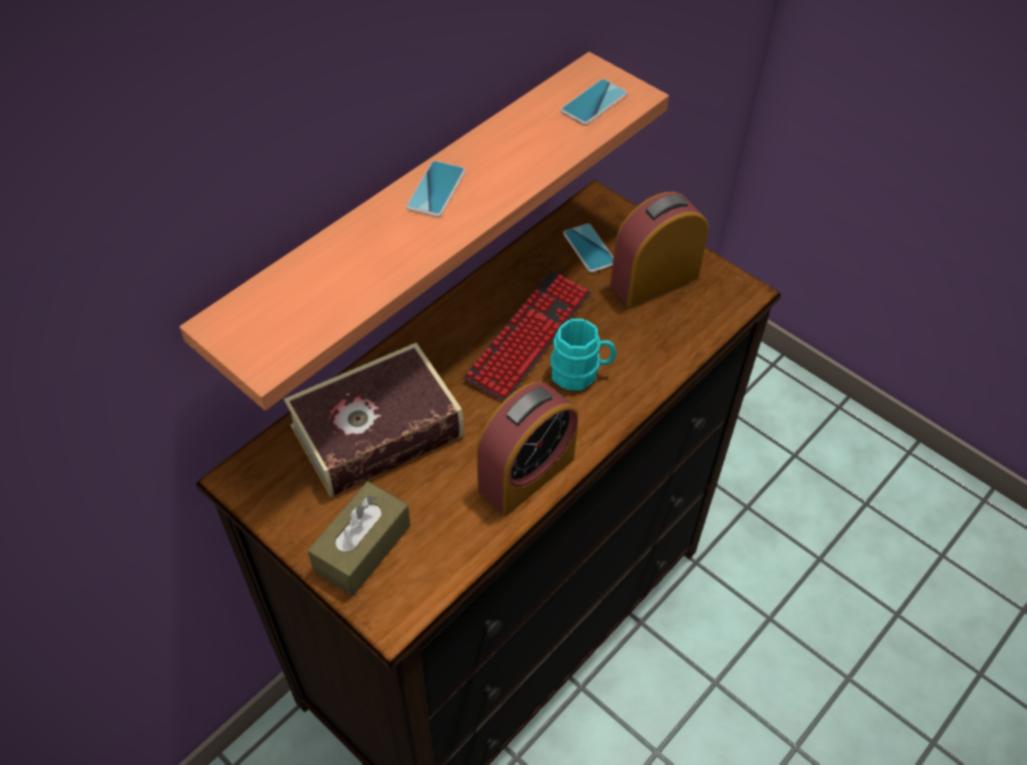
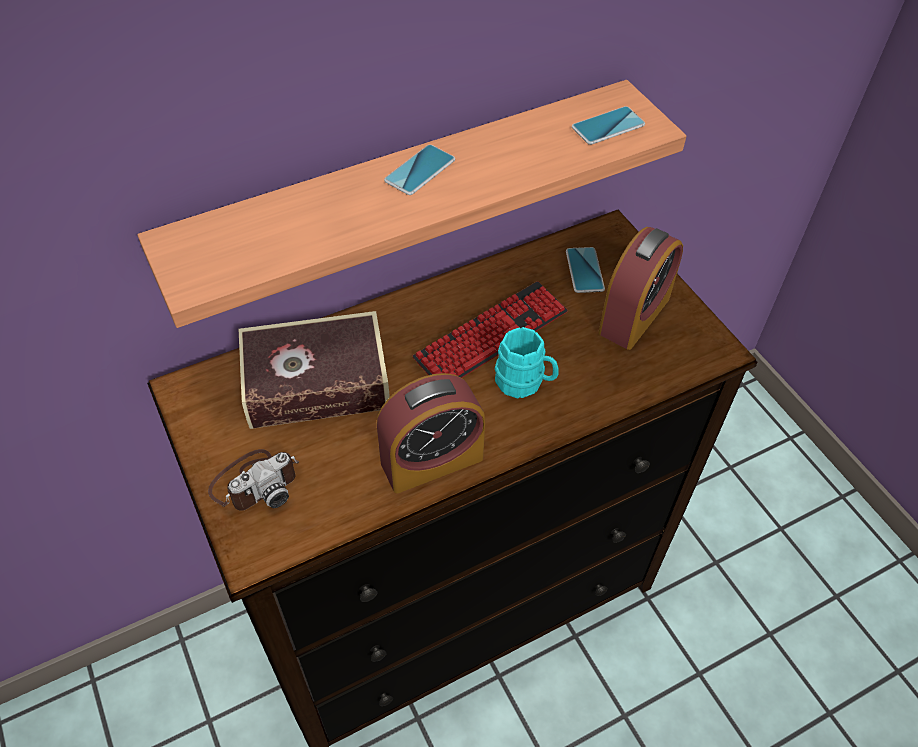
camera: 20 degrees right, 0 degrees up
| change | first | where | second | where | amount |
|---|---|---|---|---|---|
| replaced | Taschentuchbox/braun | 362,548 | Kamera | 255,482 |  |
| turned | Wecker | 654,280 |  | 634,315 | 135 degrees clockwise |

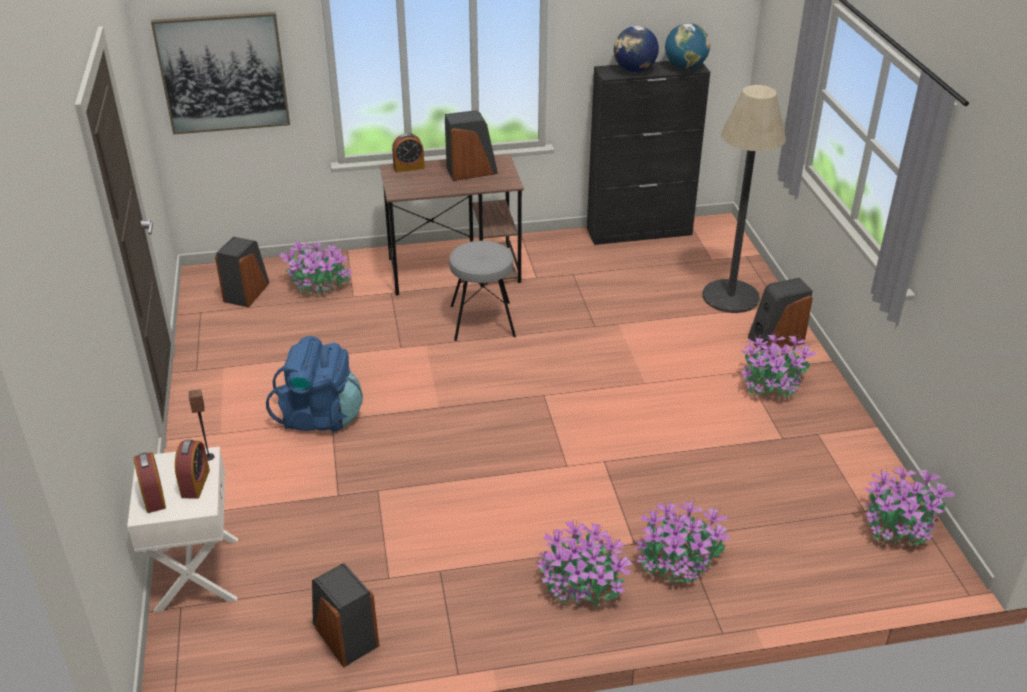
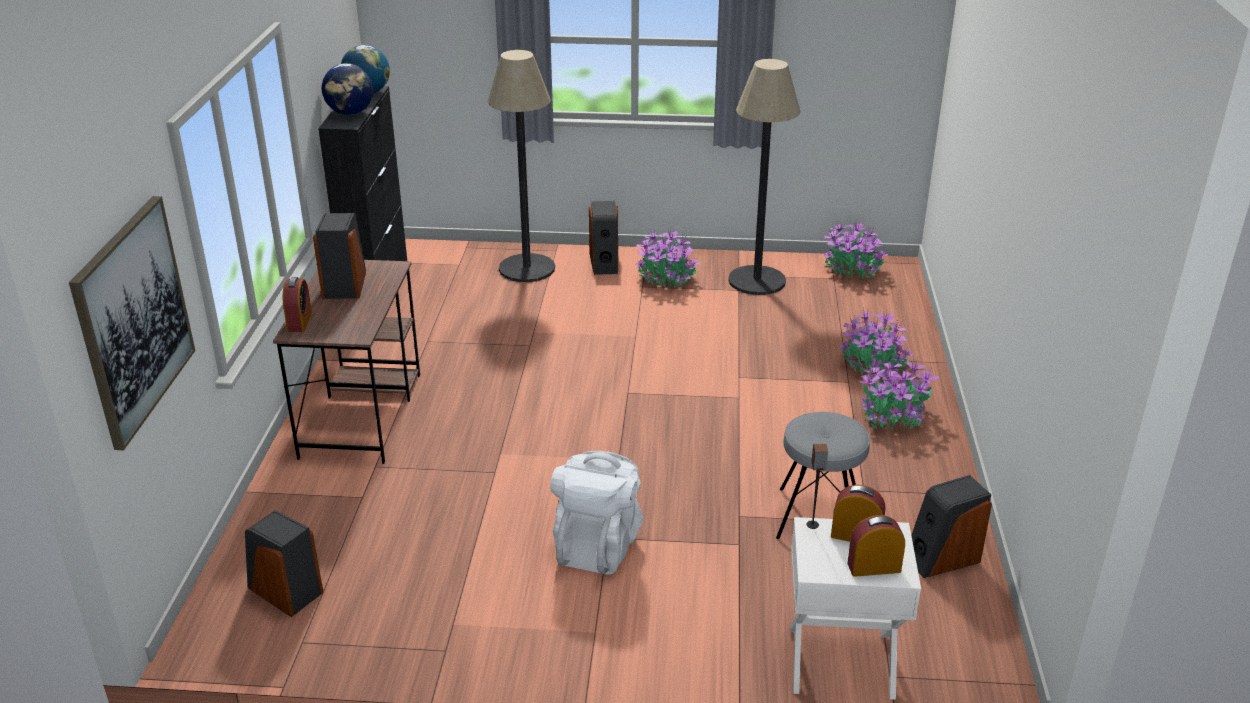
camera: 75 degrees left, 5 degrees down
| change | first | where | second | where | amount |
|---|---|---|---|---|---|
| recoloured | Rucksack/blau | 320,416 | Rucksack/weiß | 597,545 |  |
| removed | Topfpflanze | 319,285 |  |  |  |
| moved | Hocker/grau | 482,321 |  | 818,517 |  |
| added |  |  | Stehlampe | 756,281 |  |

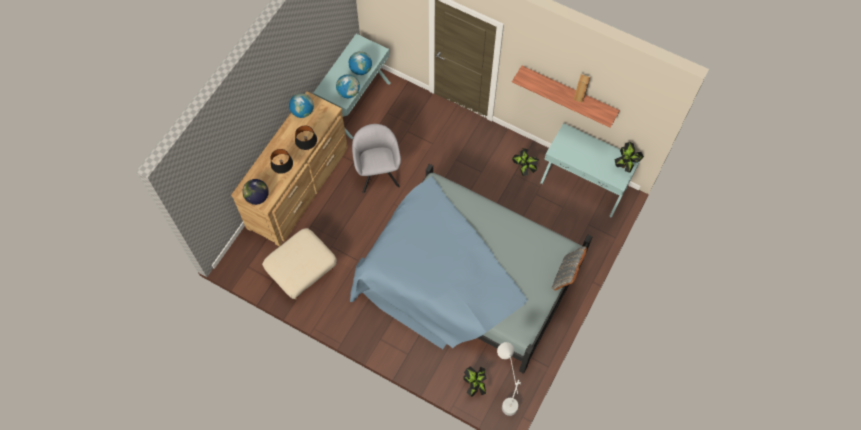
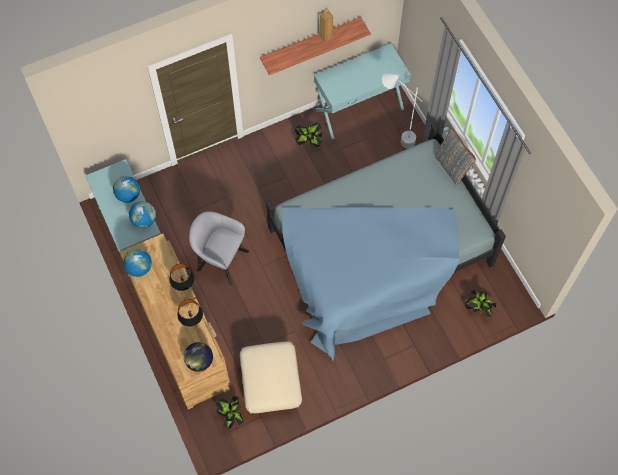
camera: 55 degrees left, 0 degrees up
| change | first | where | second | where | amount |
|---|---|---|---|---|---|
| moved | Stehlampe/weiß | 504,395 |  | 395,139 |  |
| moved | Topfpflanze | 626,164 |  | 231,416 |  |

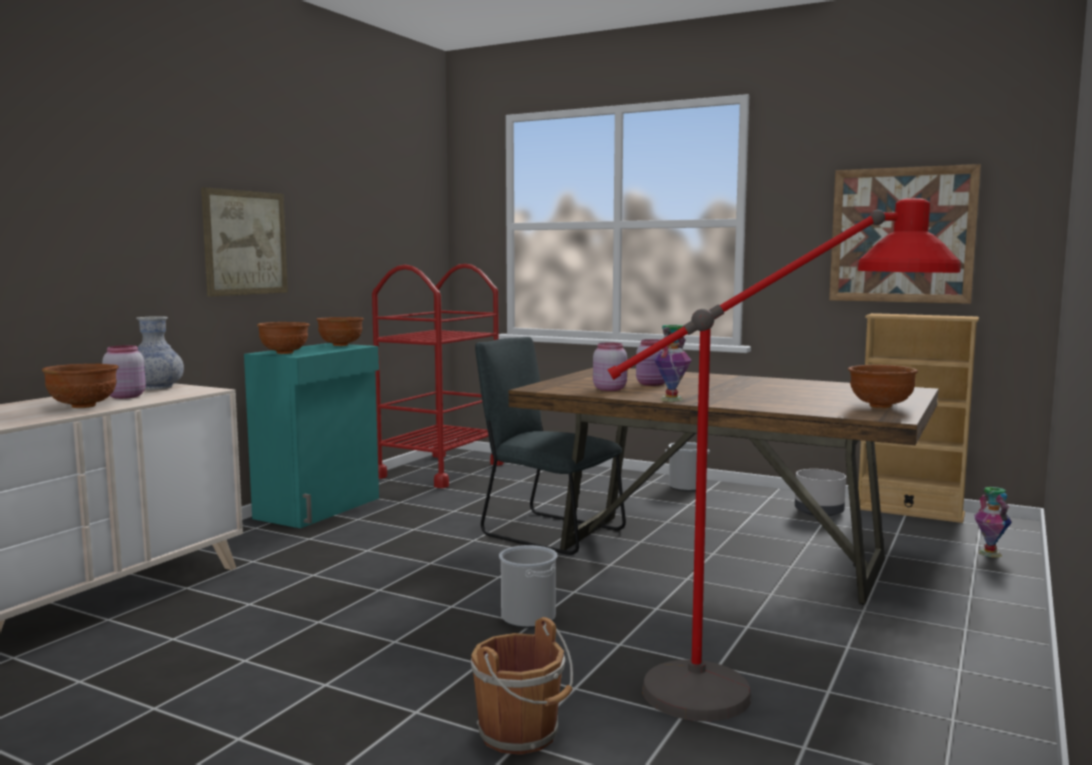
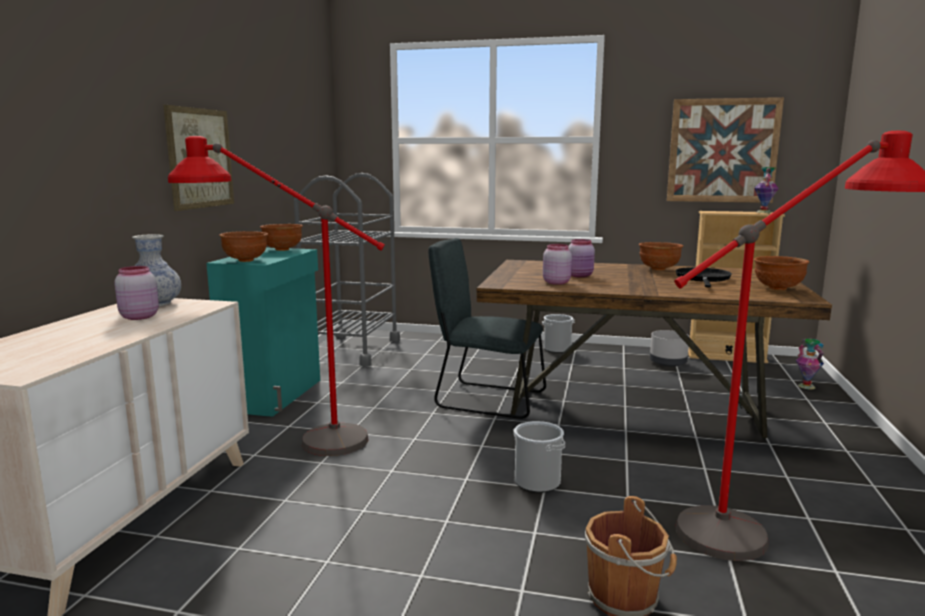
camera: 15 degrees left, 5 degrees up
| change | first | where | second | where | amount |
|---|---|---|---|---|---|
| moved | Schüssel/braun | 84,406 |  | 659,269 |  |
| recoloured | Rollwagen/rot | 439,470 | Rollwagen/grau | 352,349 |  |
| moved | Vase | 671,399 |  | 763,212 |  |
| added |  |  | Stehlampe/rot | 289,439 |  |
| added |  |  | Pfanne/schwarz | 703,279 |  |

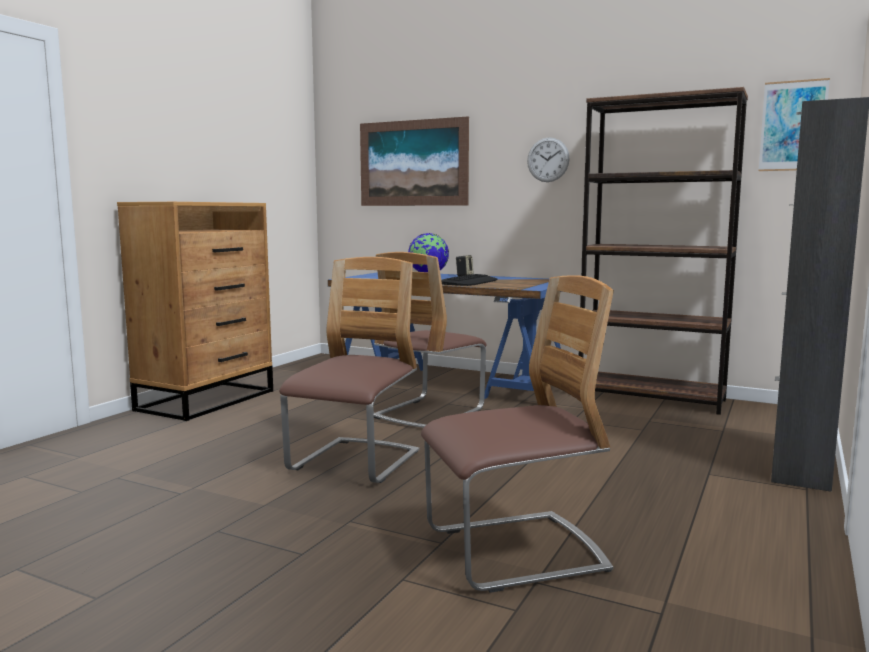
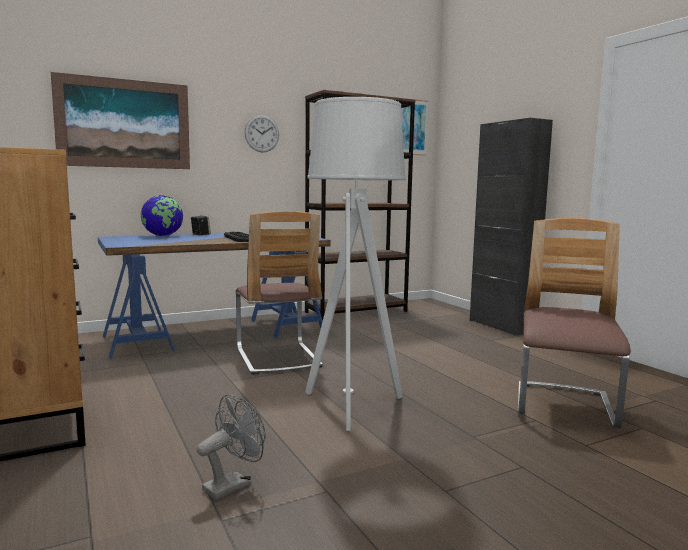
camera: 55 degrees left, 0 degrees up
| change | first | where | second | where | amount |
|---|---|---|---|---|---|
| replaced | Stuhl | 355,463 | Stehlampe/grau | 352,406 |  |
| added |  |  | Ventilator/grau | 233,484 |  |

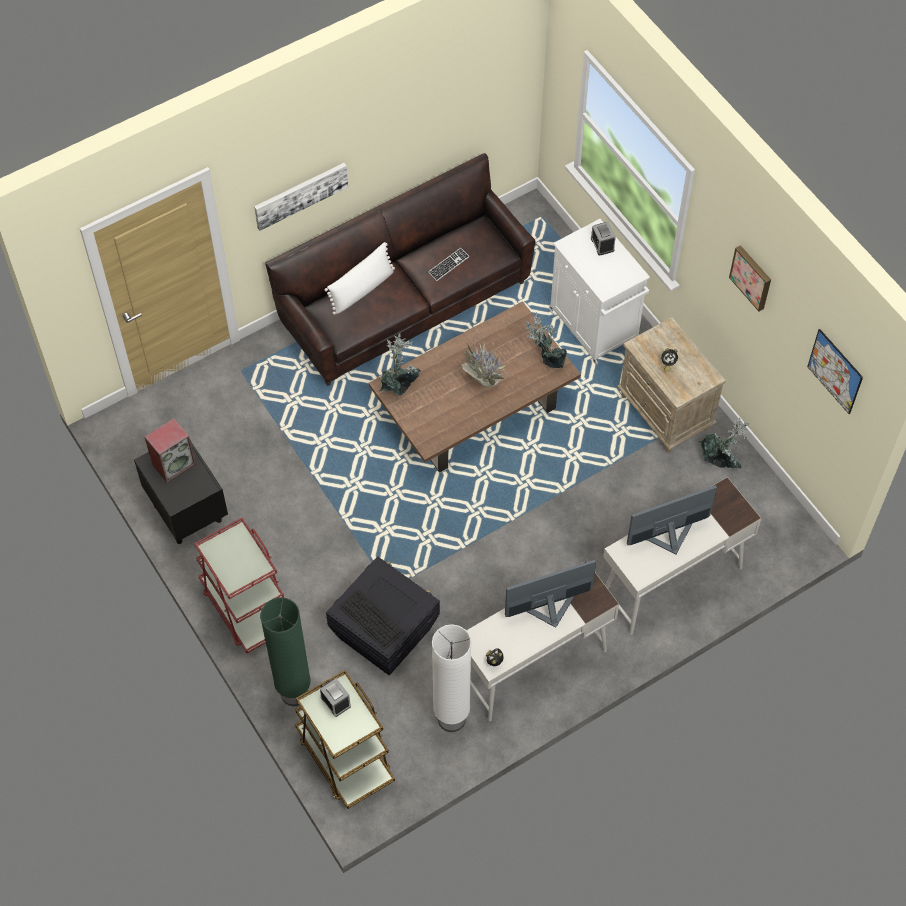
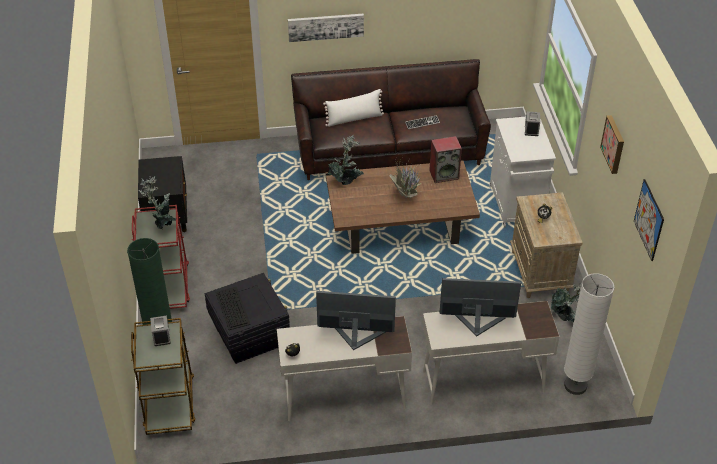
camera: 25 degrees right, 15 degrees down
| change | first | where | second | where | amount |
|---|---|---|---|---|---|
| moved | Lautsprecher | 174,463 |  | 444,174 |  |
| moved | Stehlampe/weiß | 451,719 |  | 575,385 |  |
| moved | Topfpflanze | 545,359 |  | 162,223 |  |

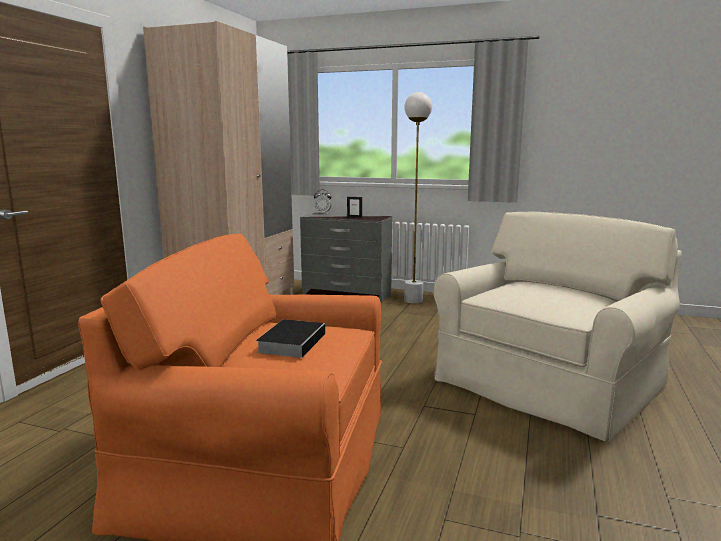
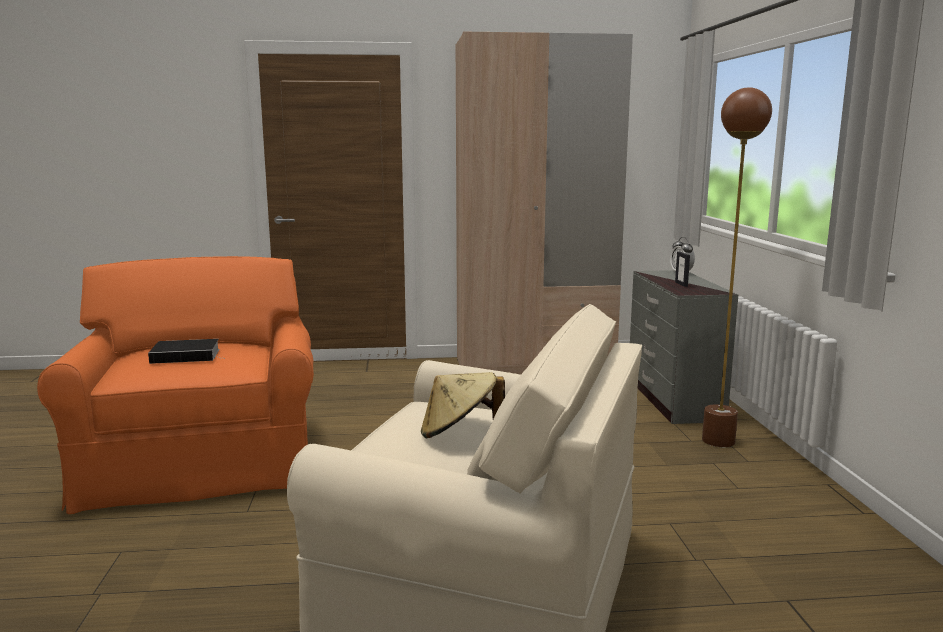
camera: 65 degrees right, 0 degrees up
| change | first | where | second | where | amount |
|---|---|---|---|---|---|
| recoloured | Stehlampe/weiß | 413,300 | Stehlampe/braun | 718,441 |  |
| added |  |  | Hut/beige | 459,432 |  |

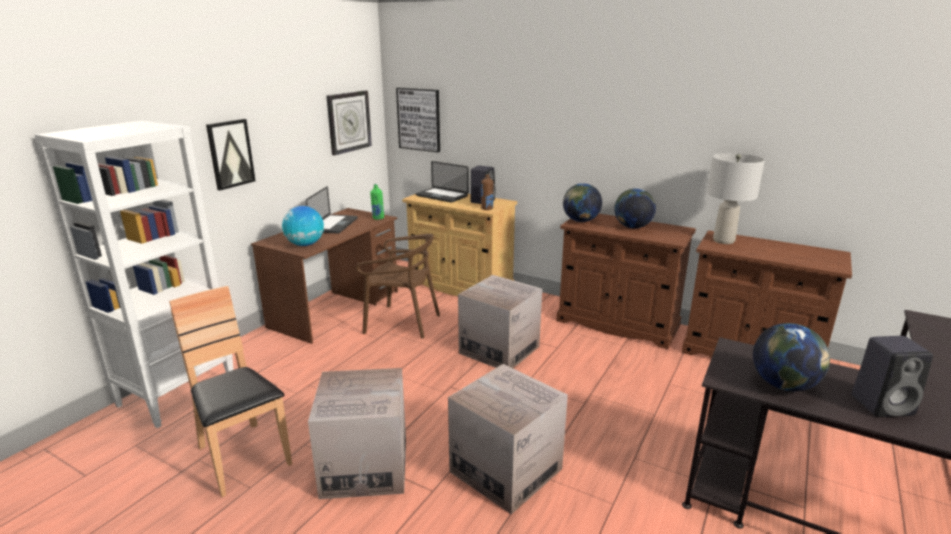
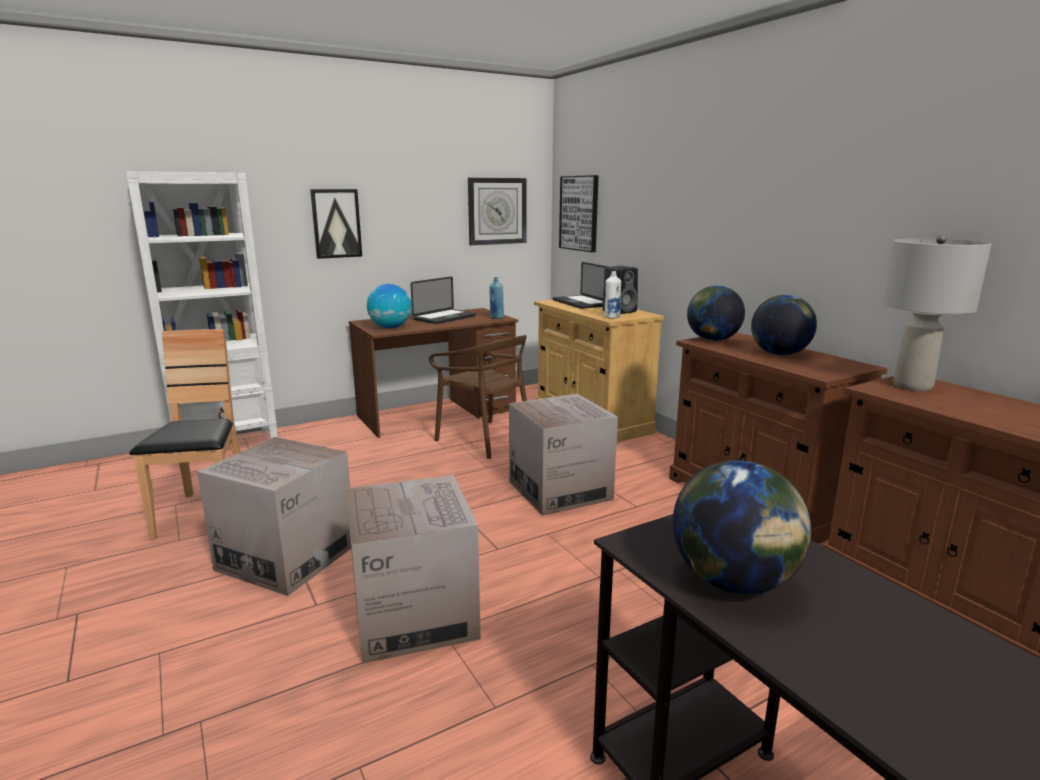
camera: 30 degrees right, 5 degrees down
| change | first | where | second | where | amount |
|---|---|---|---|---|---|
| recoloured | Flasche/grün | 378,218 | Flasche/blau | 496,318 |  |
| recoloured | Flasche/braun | 487,208 | Flasche/weiß | 611,317 |  |
| removed | Lautsprecher/schwarz | 883,405 |  |  |  |

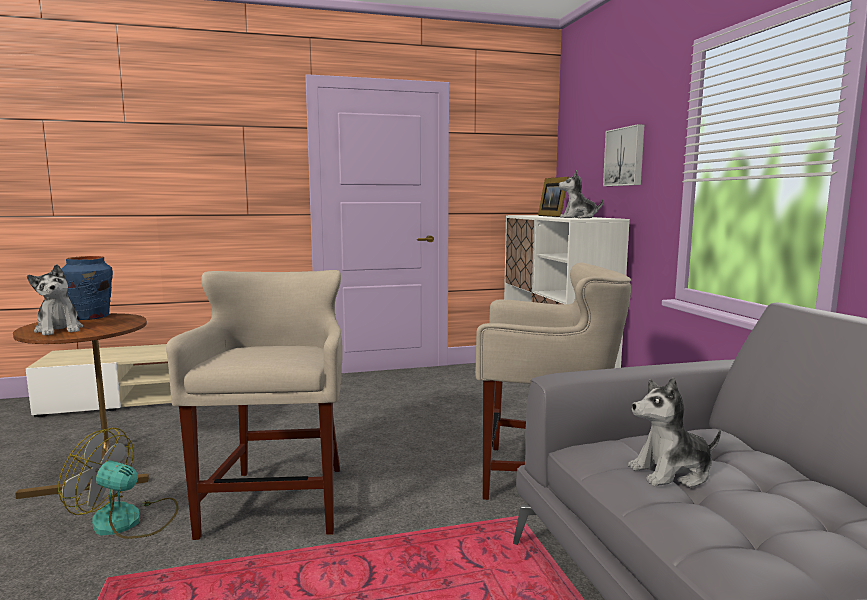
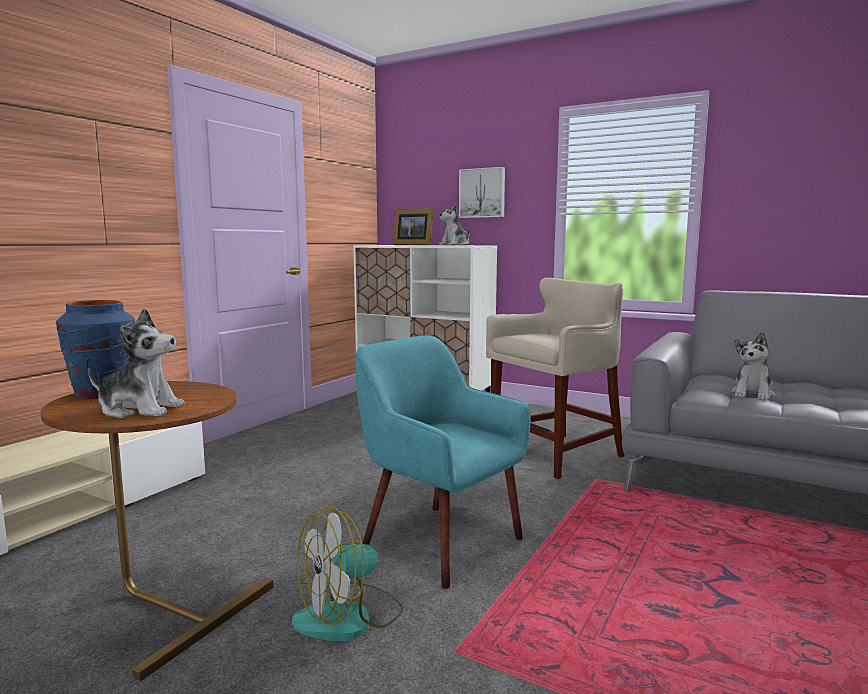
camera: 45 degrees left, 0 degrees up
| change | first | where | second | where | amount |
|---|---|---|---|---|---|
| replaced | Hocker/beige | 278,502 | Sessel/türkis | 440,541 |  |

